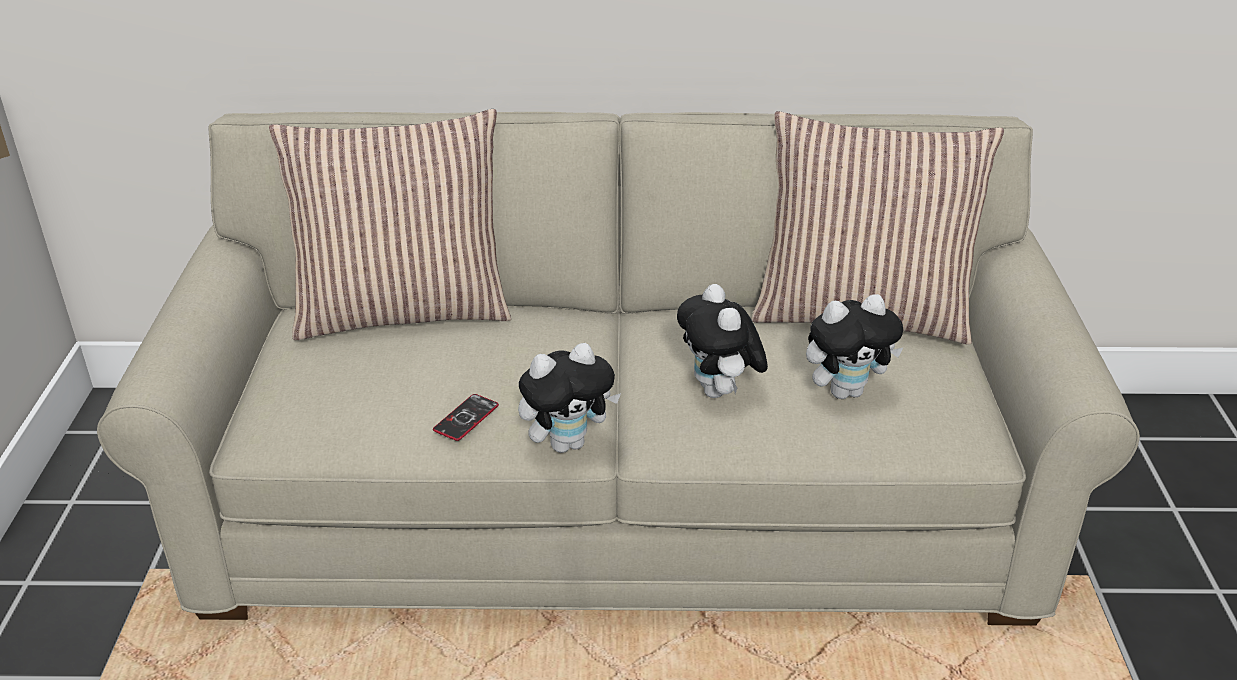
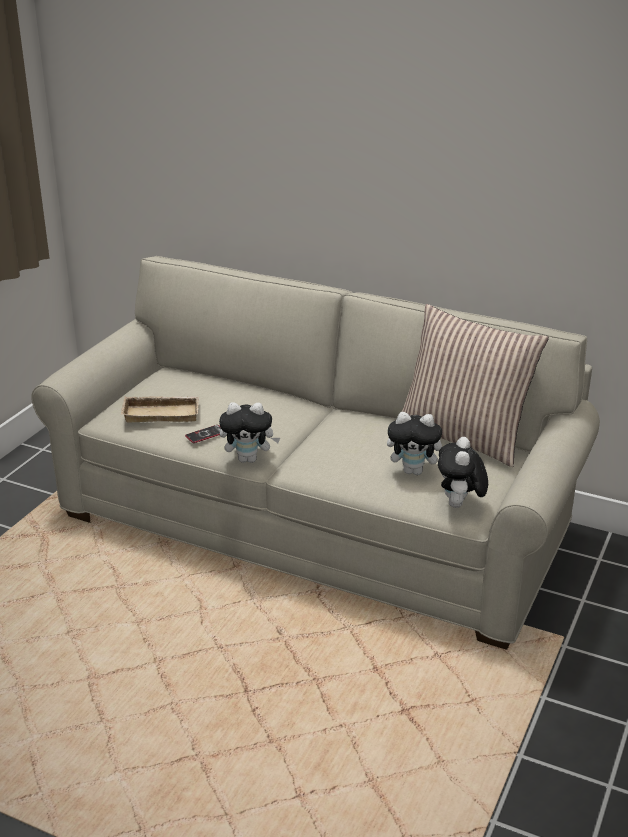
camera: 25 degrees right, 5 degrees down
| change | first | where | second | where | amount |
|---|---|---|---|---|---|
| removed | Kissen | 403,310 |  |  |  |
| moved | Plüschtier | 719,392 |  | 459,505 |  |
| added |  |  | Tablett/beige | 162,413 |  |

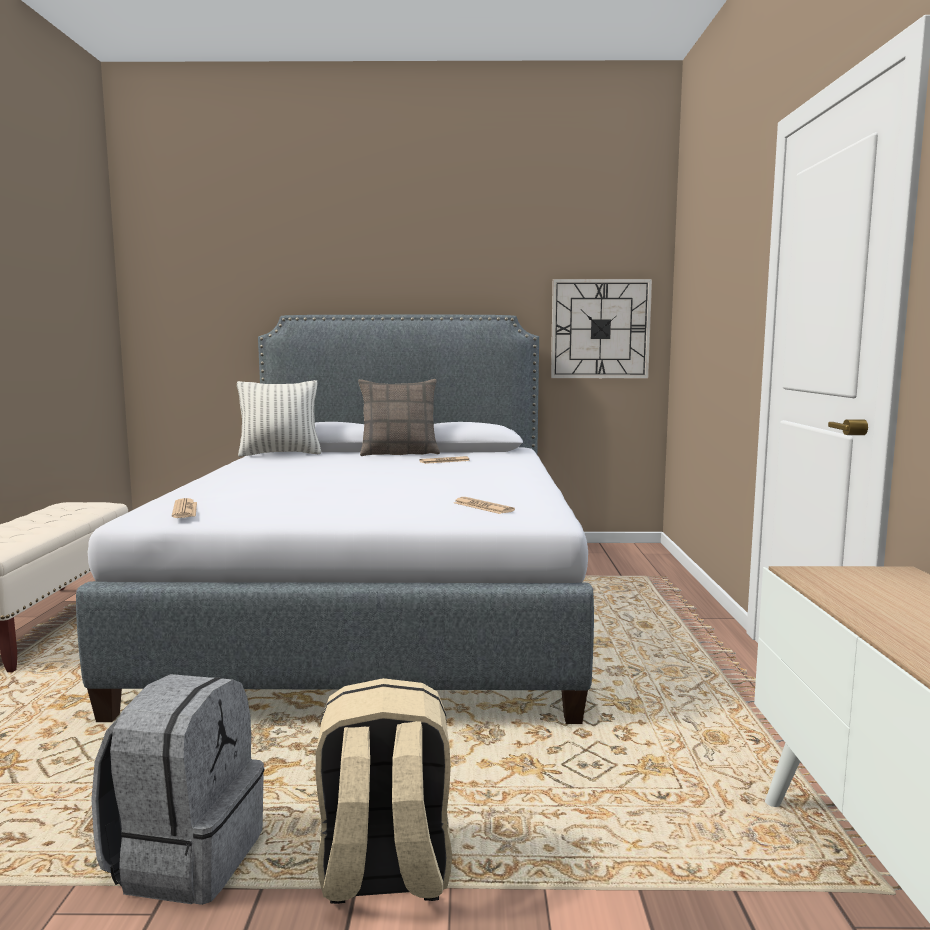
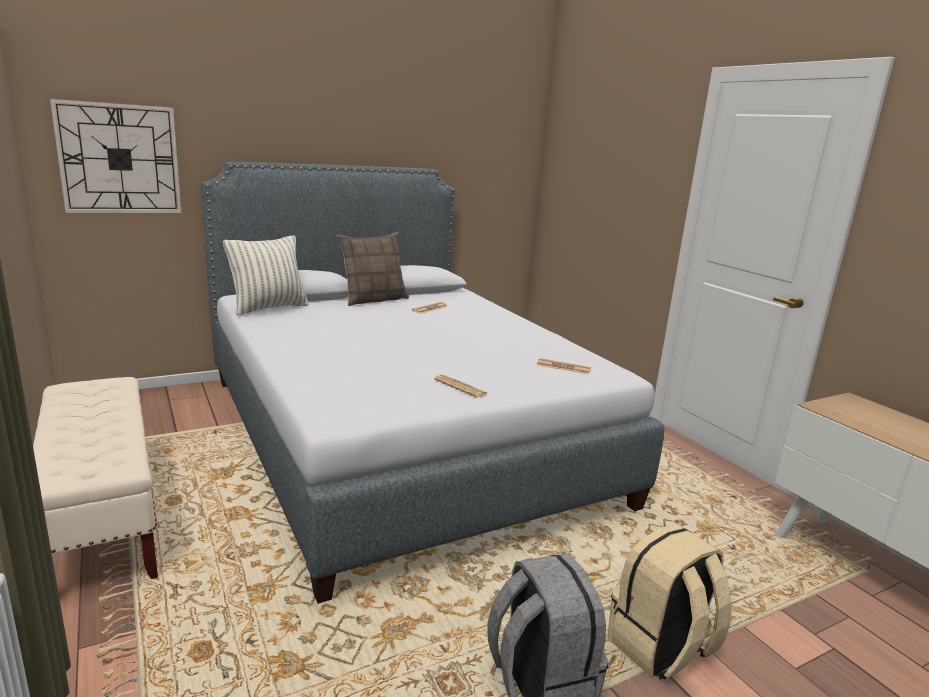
camera: 30 degrees left, 10 degrees up
| change | first | where | second | where | amount |
|---|---|---|---|---|---|
| moved | Zeitung | 185,510 |  | 460,387 |  |
| moved | Wanduhr | 600,329 |  | 119,159 |  |

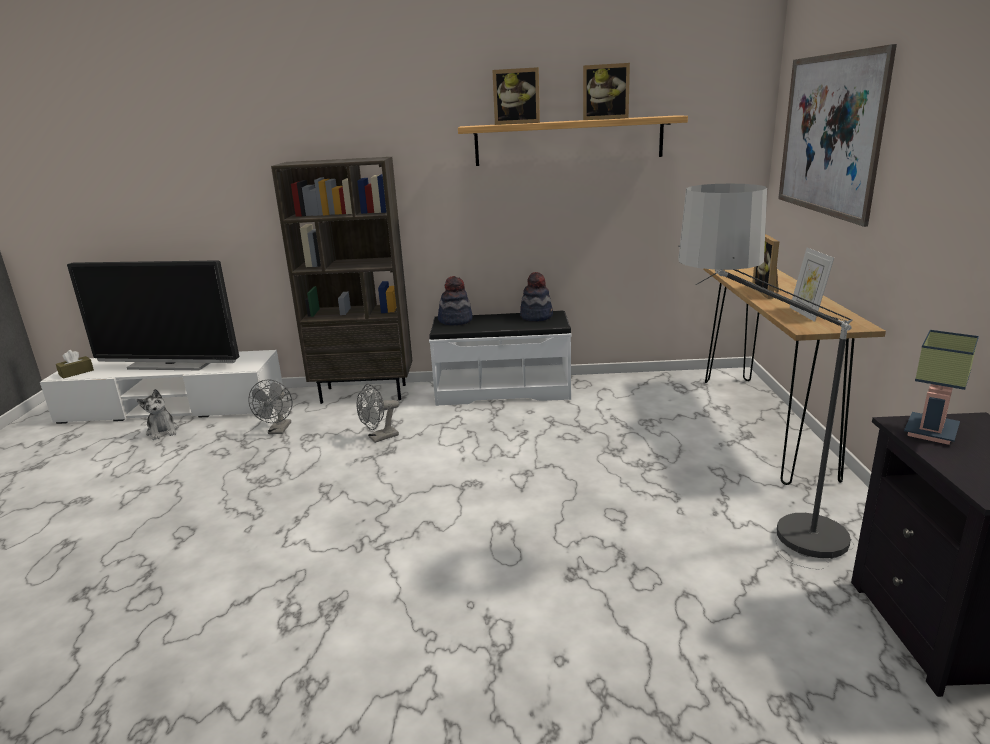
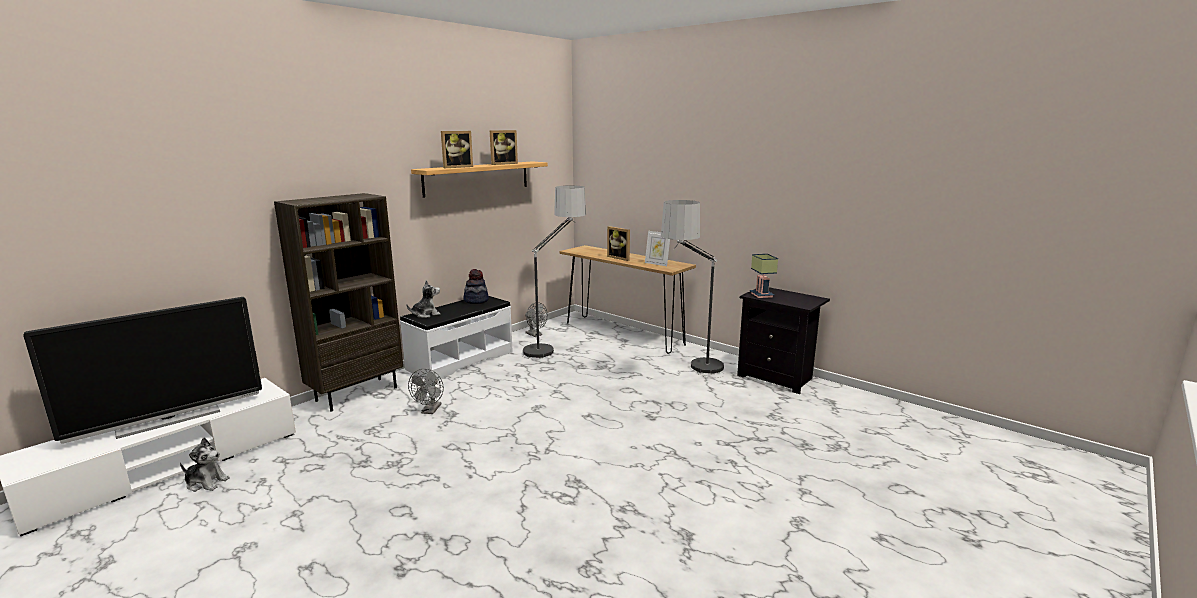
camera: 50 degrees left, 5 degrees down
| change | first | where | second | where | amount |
|---|---|---|---|---|---|
| removed | Taschentuchbox/braun | 76,372 |  |  |  |
| moved | Ventilator/grau | 278,430 |  | 535,335 |  |
| replaced | Hut | 455,320 | Plüschtier | 426,314 |  |
| removed | Bild | 828,135 |  |  |  |
| added |  |  | Stehlampe | 554,345 |  |

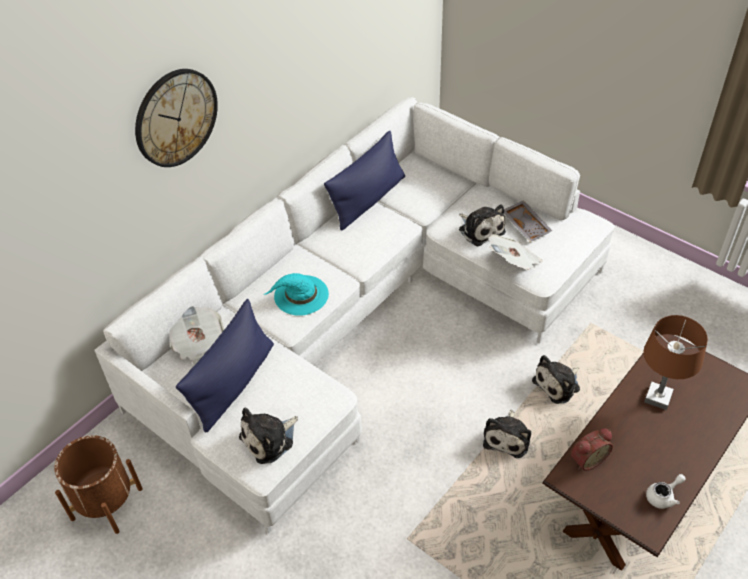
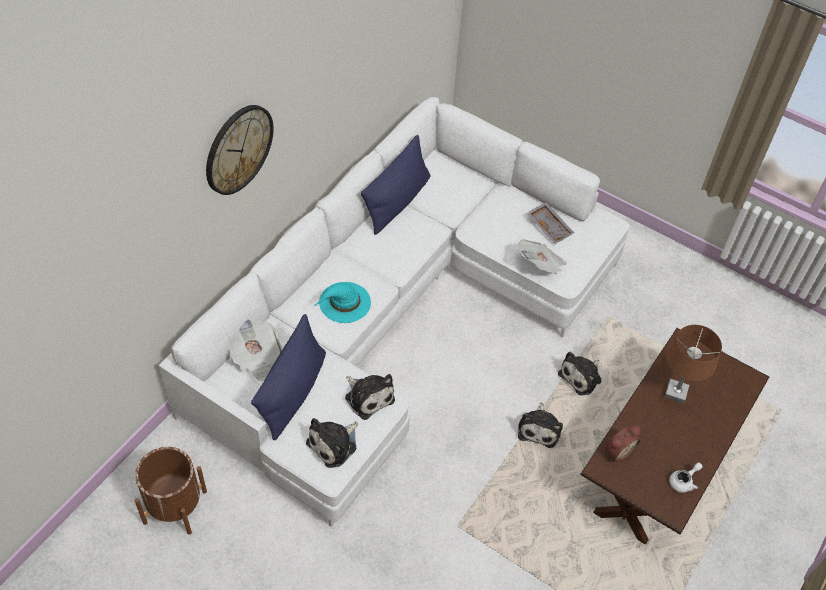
camera: 10 degrees left, 5 degrees up
| change | first | where | second | where | amount |
|---|---|---|---|---|---|
| moved | Plüschtier | 480,229 |  | 368,397 |  |

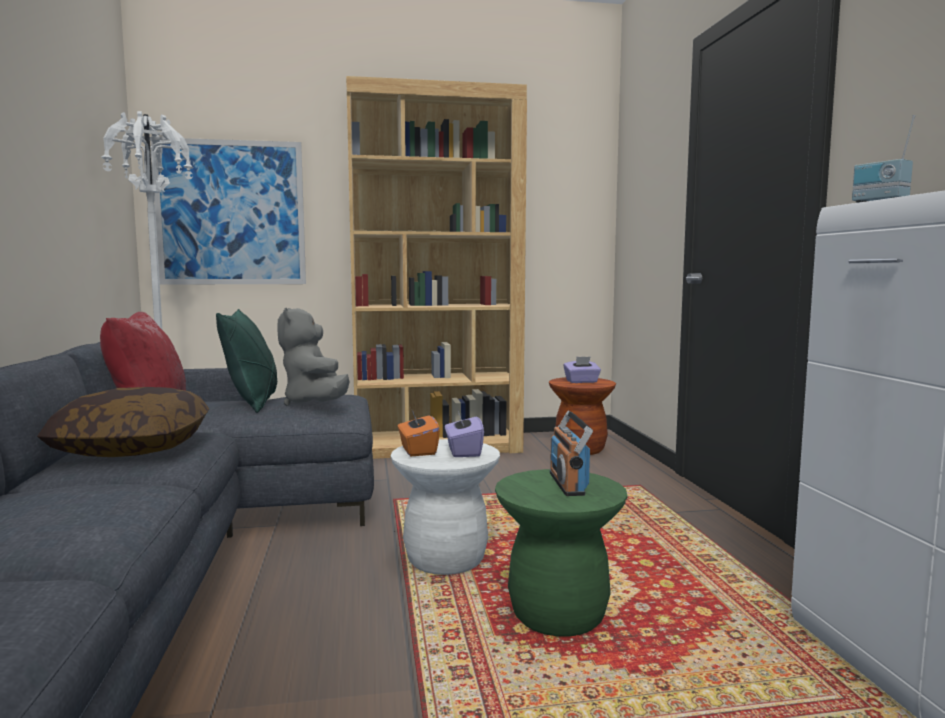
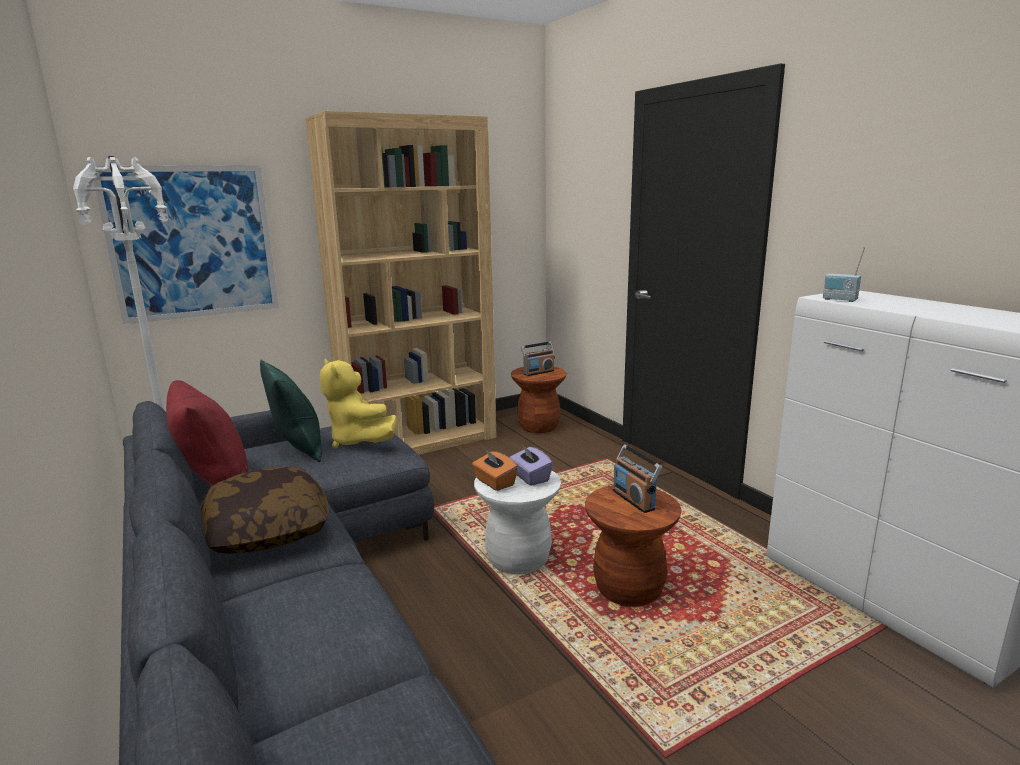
camera: 20 degrees left, 10 degrees up
| change | first | where | second | where | amount |
|---|---|---|---|---|---|
| recoloured | Plüschtier/grau | 315,404 | Plüschtier/gelb | 358,441 |  |
| recoloured | Hocker/grün | 558,616 | Hocker/braun | 628,589 |  |
| replaced | Taschentuchbox/lila | 581,381 | Radio | 538,372 |  |

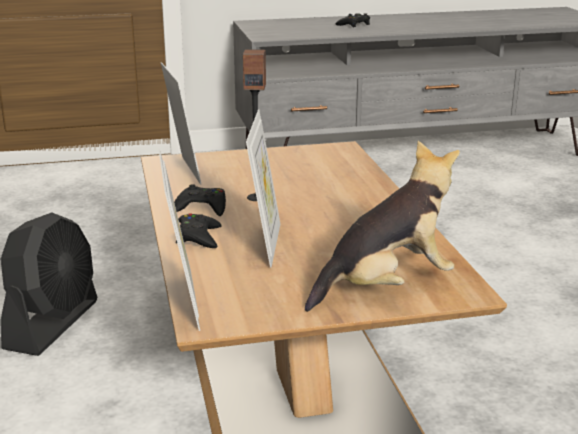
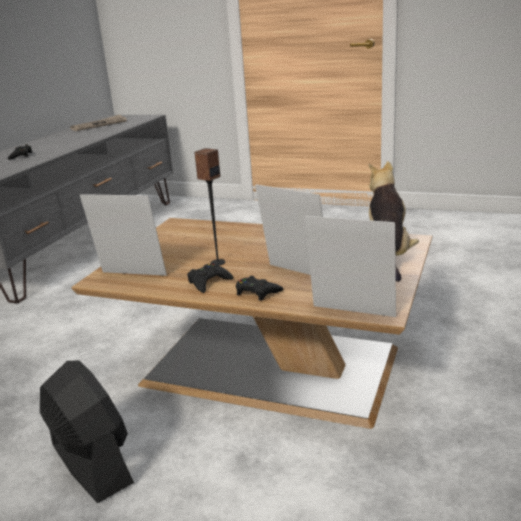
camera: 55 degrees left, 0 degrees up
| change | first | where | second | where | amount |
|---|---|---|---|---|---|
| added |  |  | Zeitung | 99,125 |  |

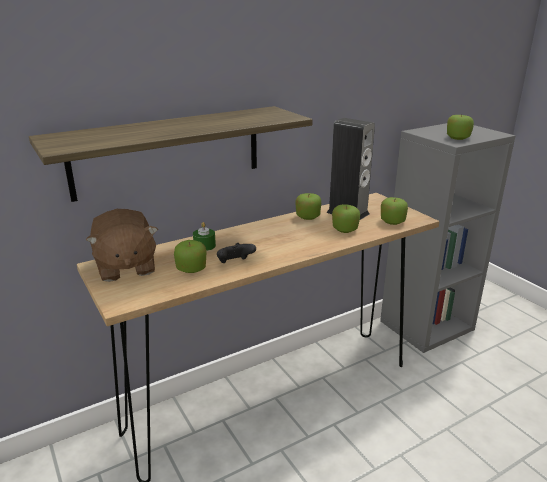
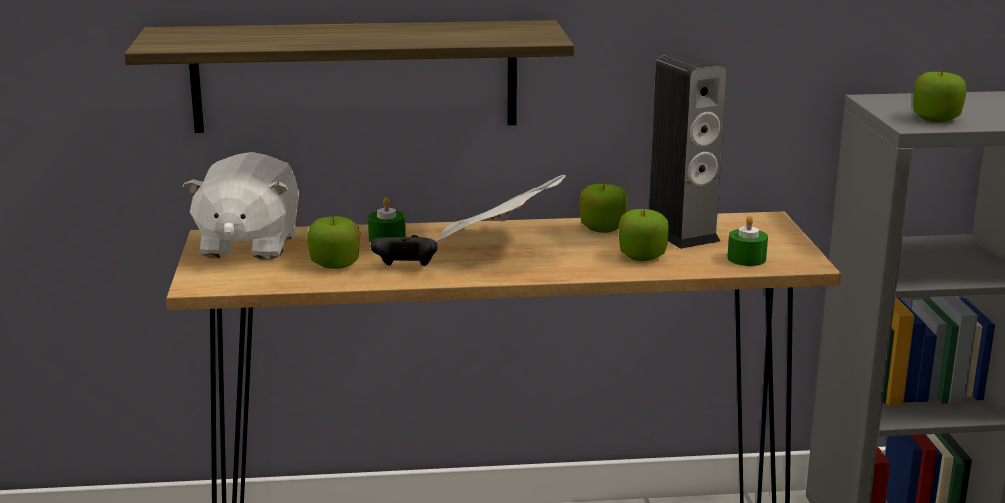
camera: 25 degrees right, 5 degrees down
| change | first | where | second | where | amount |
|---|---|---|---|---|---|
| recoloured | Plüschtier/braun | 125,267 | Plüschtier/weiß | 248,245 |  |
| replaced | Apfel | 392,221 | Kerze/grün | 746,259 |  |
| added |  |  | Zeitung | 494,246 |  |

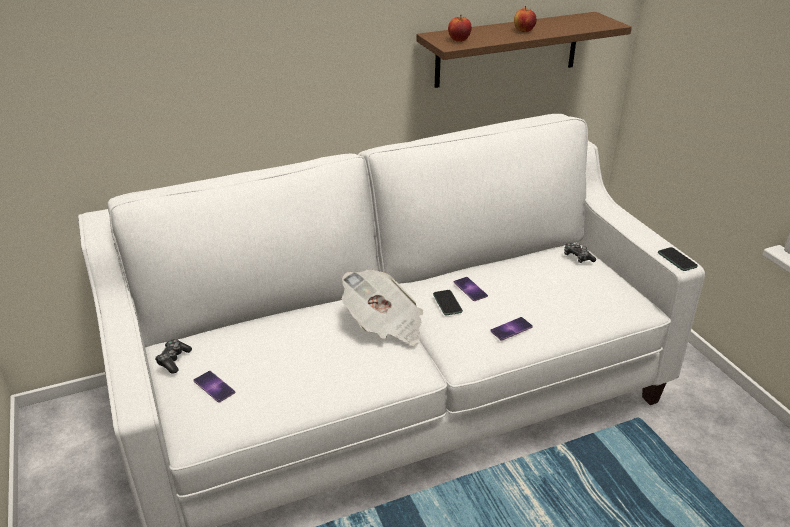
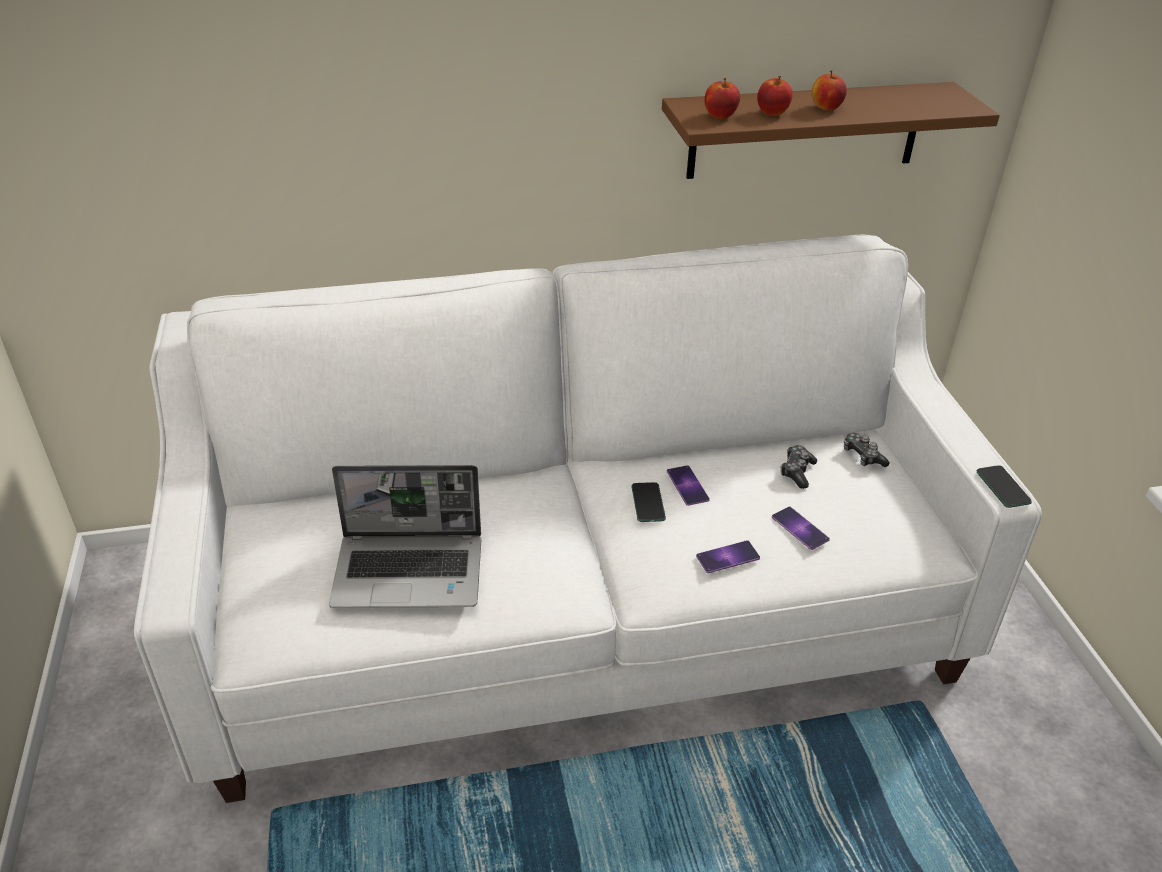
camera: 10 degrees right, 5 degrees up
| change | first | where | second | where | amount |
|---|---|---|---|---|---|
| moved | Gamepad | 173,360 |  | 797,472 |  |
| moved | Handy | 214,386 |  | 800,528 |  |
| removed | Zeitung | 384,325 |  |  |  |
| added |  |  | Laptop | 411,571 |  |
| added |  |  | Apfel | 772,113 |  |

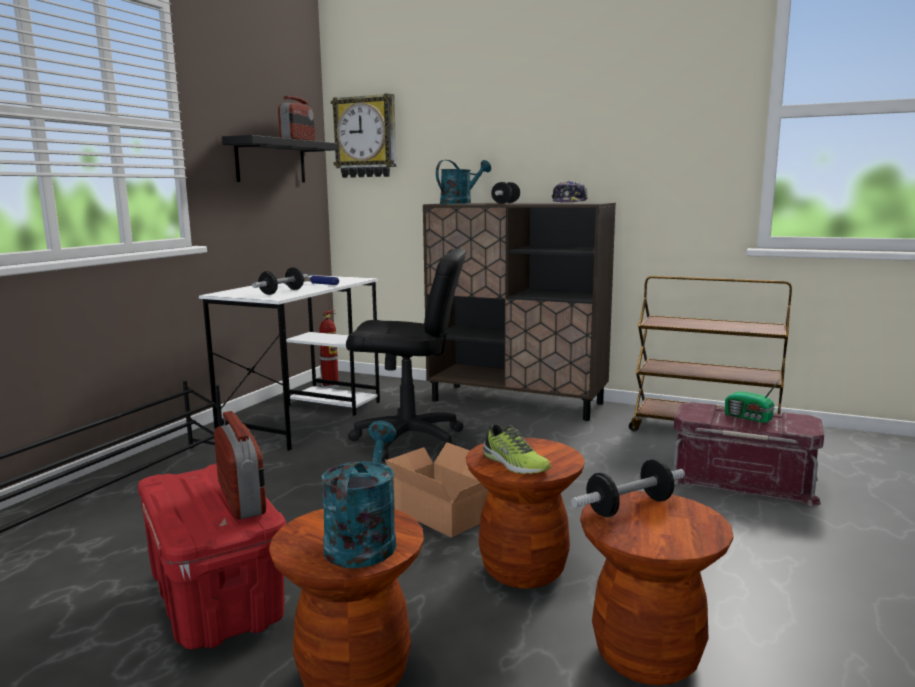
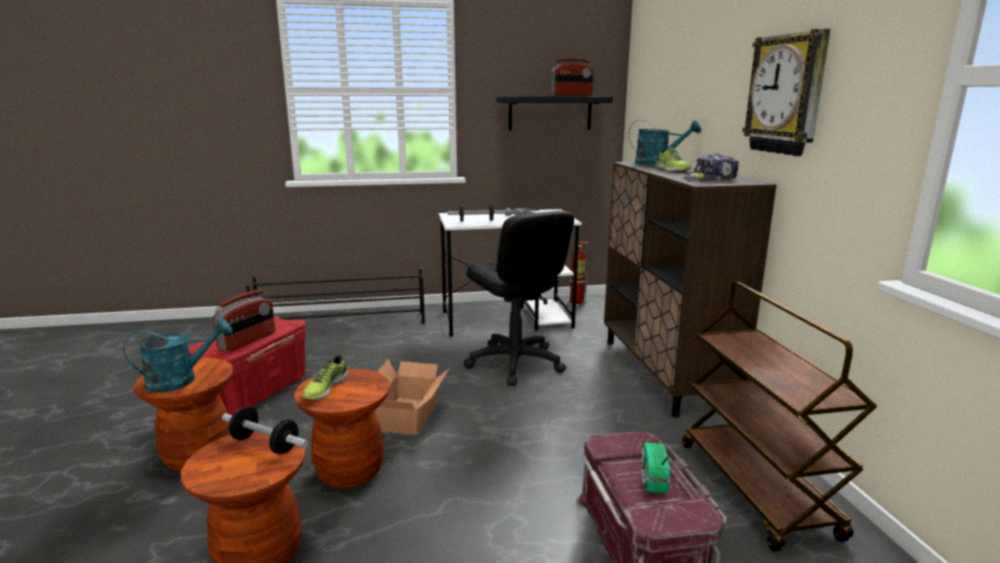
camera: 55 degrees right, 5 degrees up
| change | first | where | second | where | amount |
|---|---|---|---|---|---|
| moved | Wanduhr | 366,137 |  | 787,95 |  |
| replaced | Hantel | 506,203 | Schuh | 671,170 |  |

